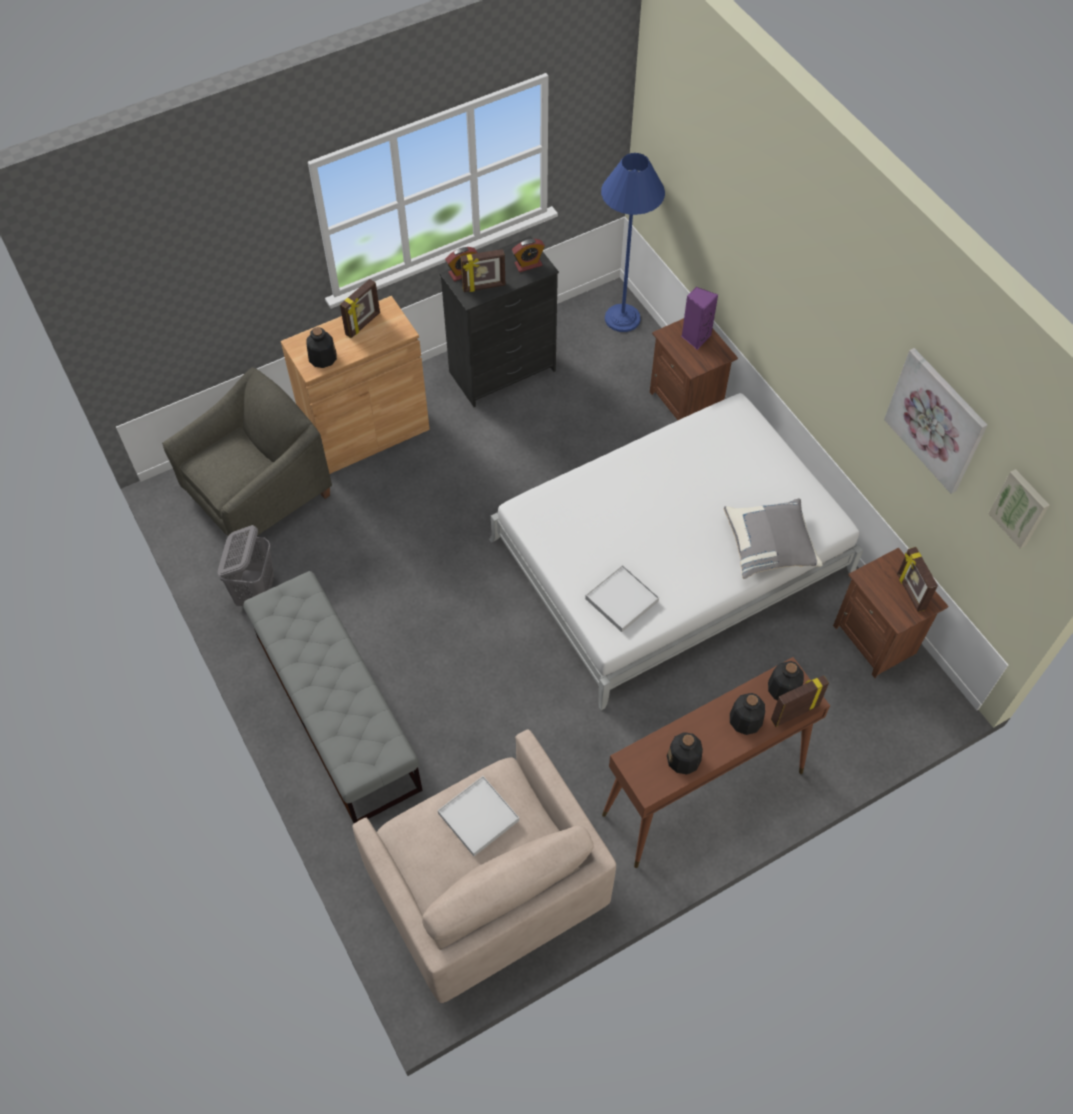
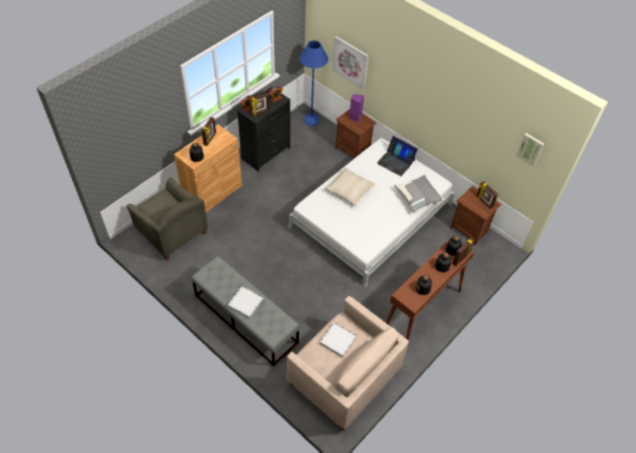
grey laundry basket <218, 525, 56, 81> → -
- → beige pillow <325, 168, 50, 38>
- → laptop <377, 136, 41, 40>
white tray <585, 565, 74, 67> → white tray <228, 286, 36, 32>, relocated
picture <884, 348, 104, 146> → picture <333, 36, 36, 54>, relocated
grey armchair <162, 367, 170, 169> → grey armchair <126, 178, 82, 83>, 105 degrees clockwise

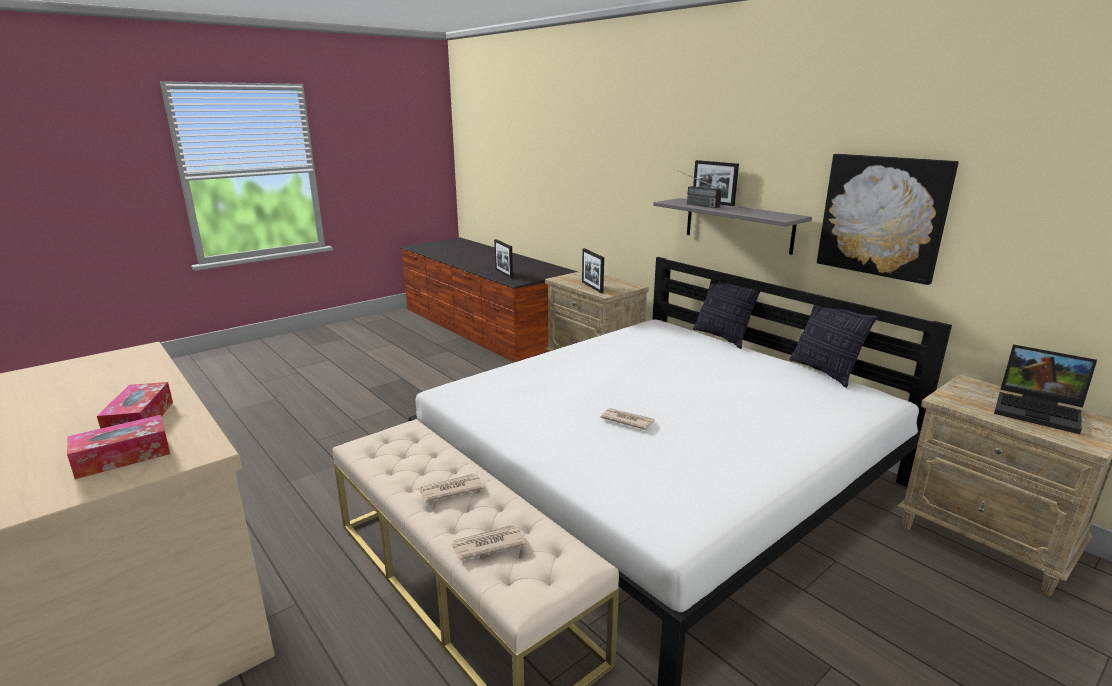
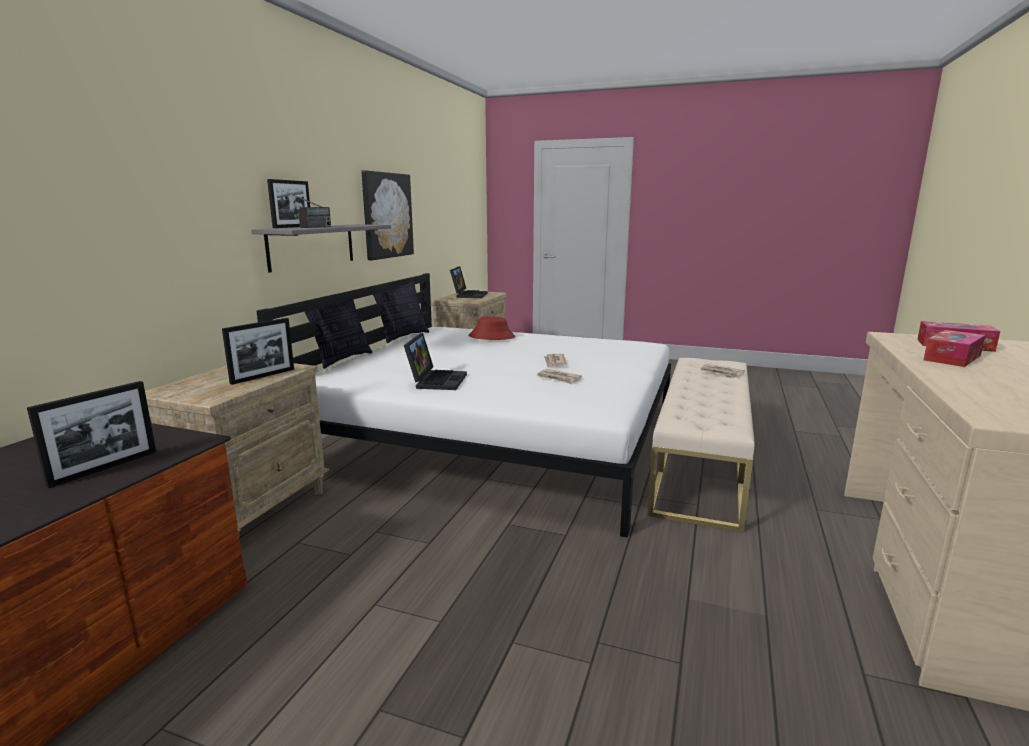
- → laptop <404, 333, 63, 57>
- → red hat <468, 317, 47, 23>
newspaper <419, 474, 65, 28> → newspaper <537, 369, 45, 16>, relocated

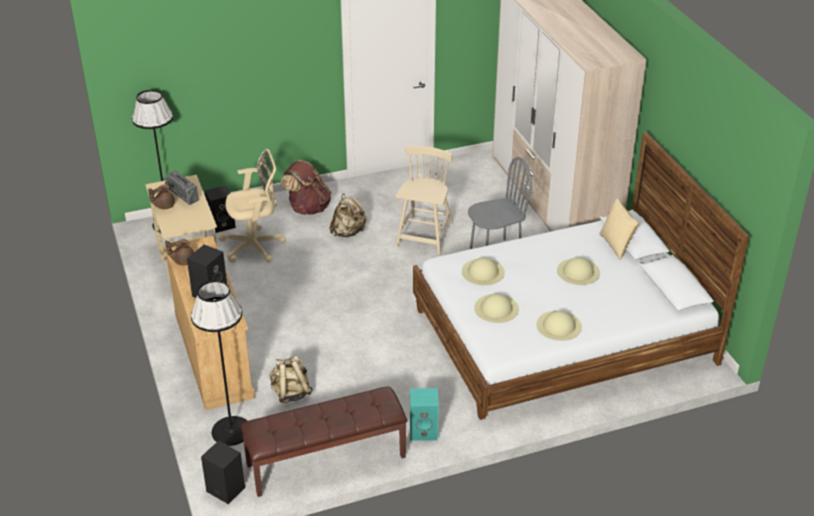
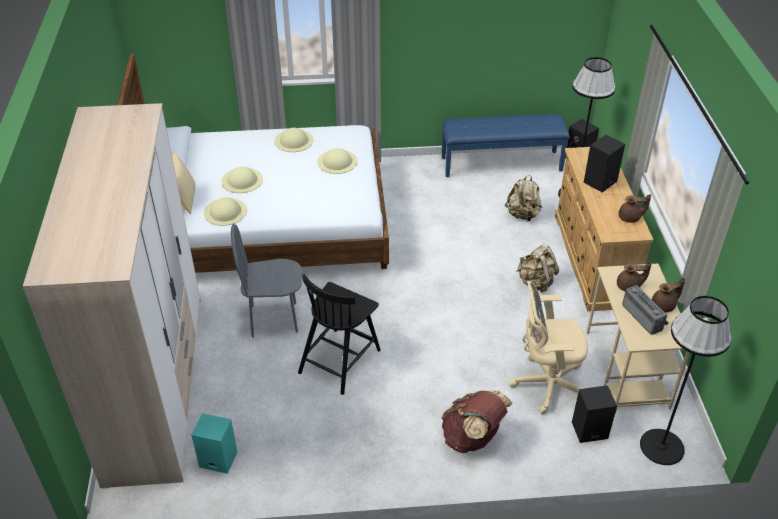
- → brown teapot <617, 262, 35, 29>
beige backpack <329, 193, 38, 44> → beige backpack <516, 244, 43, 49>, relocated
turquoise speaker <410, 388, 29, 53> → turquoise speaker <191, 413, 46, 61>, relocated
beige hat <462, 258, 43, 27> → beige hat <204, 197, 43, 29>, relocated
brown bench <241, 386, 166, 111> → blue bench <442, 114, 128, 63>
beige chair <395, 146, 58, 109> → black chair <298, 274, 83, 121>

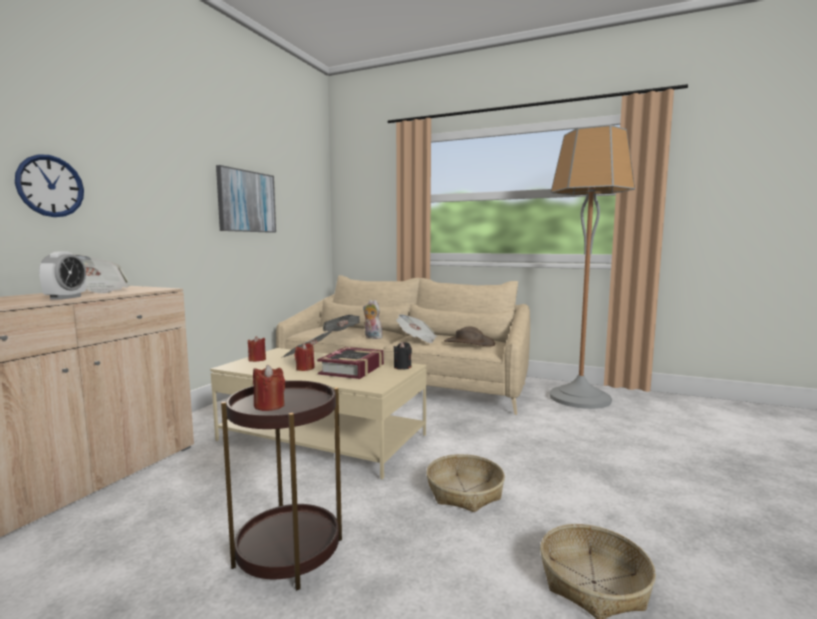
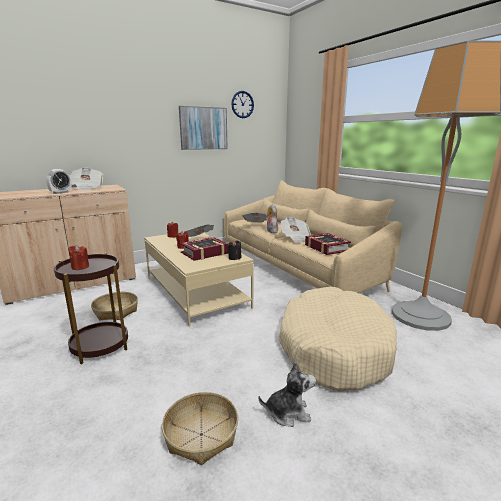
- → plush toy <259, 362, 57, 65>
- → beige dog bed <278, 287, 119, 105>
wall clock <15, 155, 69, 62> → wall clock <231, 91, 23, 27>, relocated
basket <426, 454, 79, 58> → basket <91, 292, 47, 29>, relocated
brown hat <444, 327, 51, 19> → book <305, 233, 46, 22>

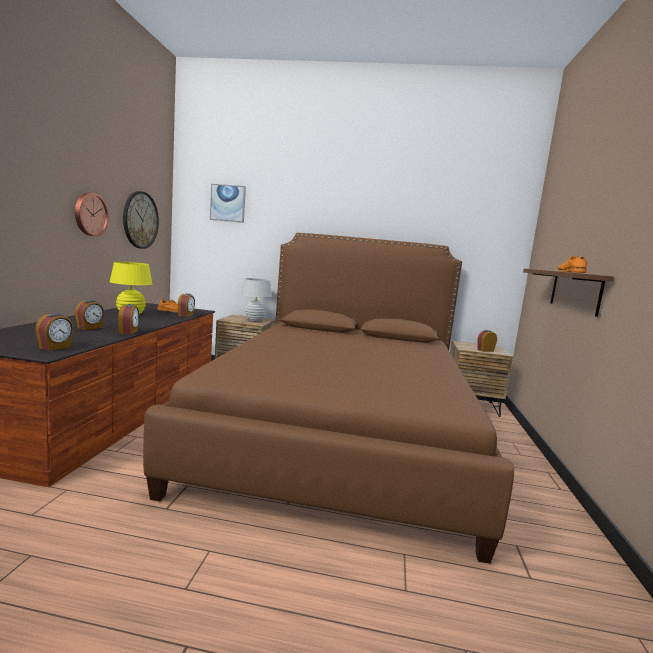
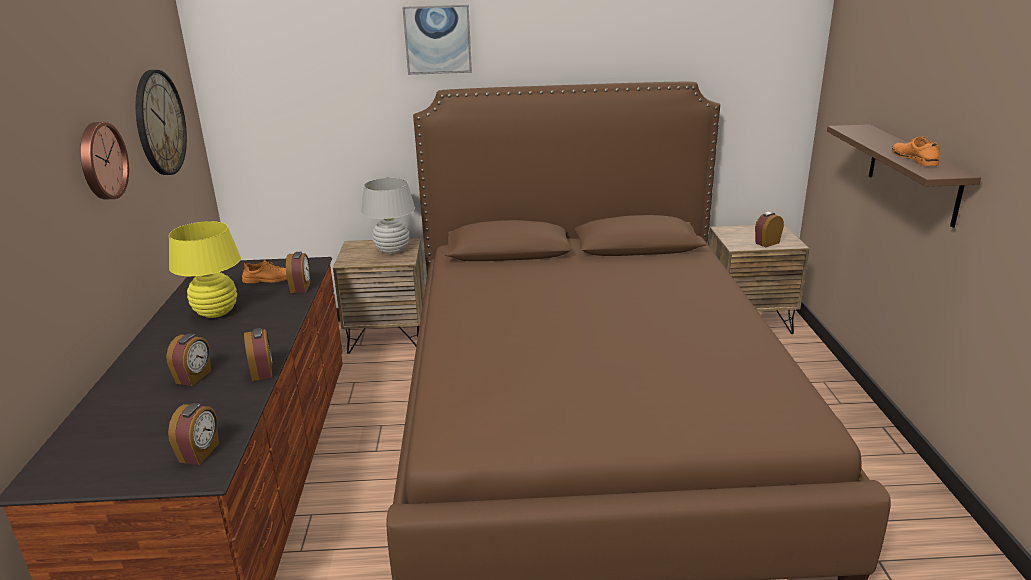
picture <210, 184, 36, 39> → picture <402, 5, 70, 70>, relocated

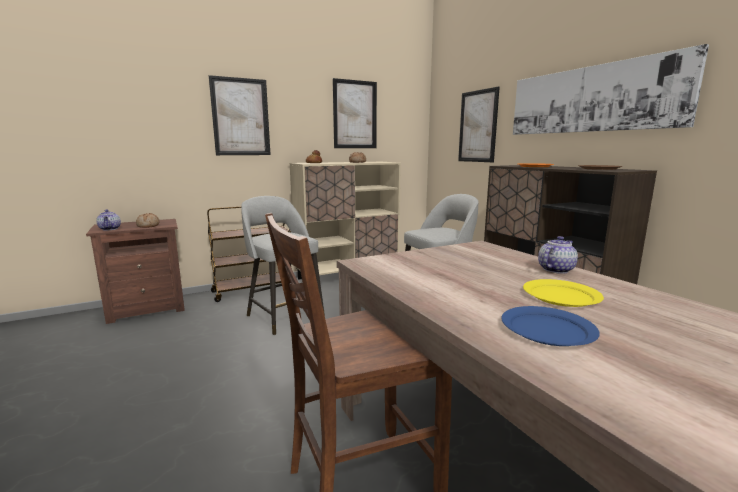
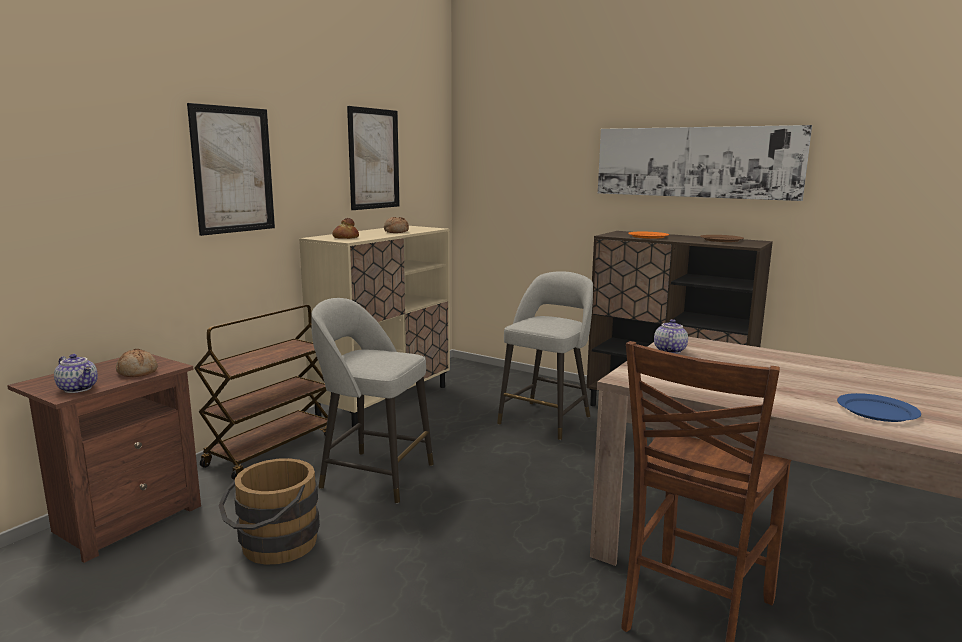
picture <458, 87, 42, 75> → -
yellow plate <523, 279, 81, 28> → -
- → brown bucket <218, 458, 102, 107>
teapot <538, 236, 40, 38> → teapot <654, 319, 34, 35>, relocated

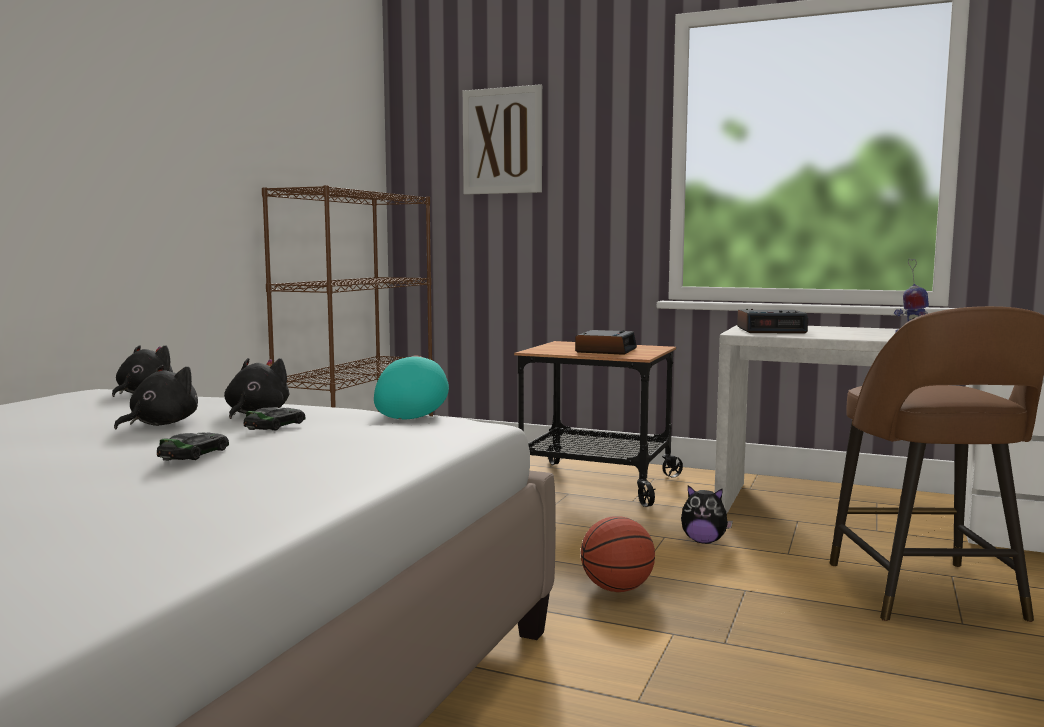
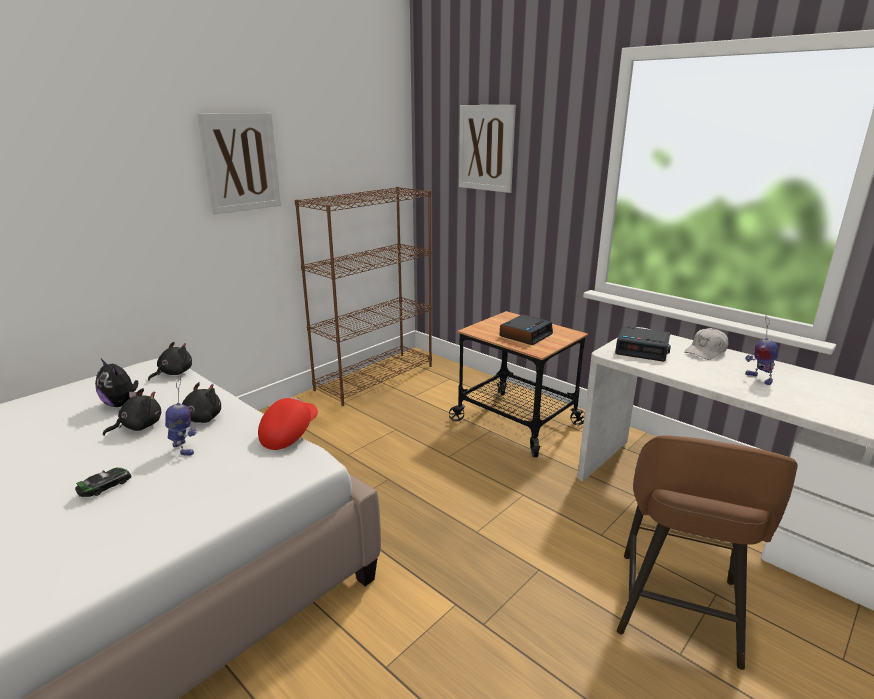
basketball <580, 516, 75, 76> → -
- → picture <197, 113, 84, 101>
- → white cap <684, 328, 45, 32>
plush toy <681, 485, 52, 59> → plush toy <95, 359, 43, 48>, relocated
toy car <244, 407, 62, 23> → toy robot <165, 377, 31, 79>
turquoise cap <374, 356, 75, 63> → red cap <258, 397, 60, 53>

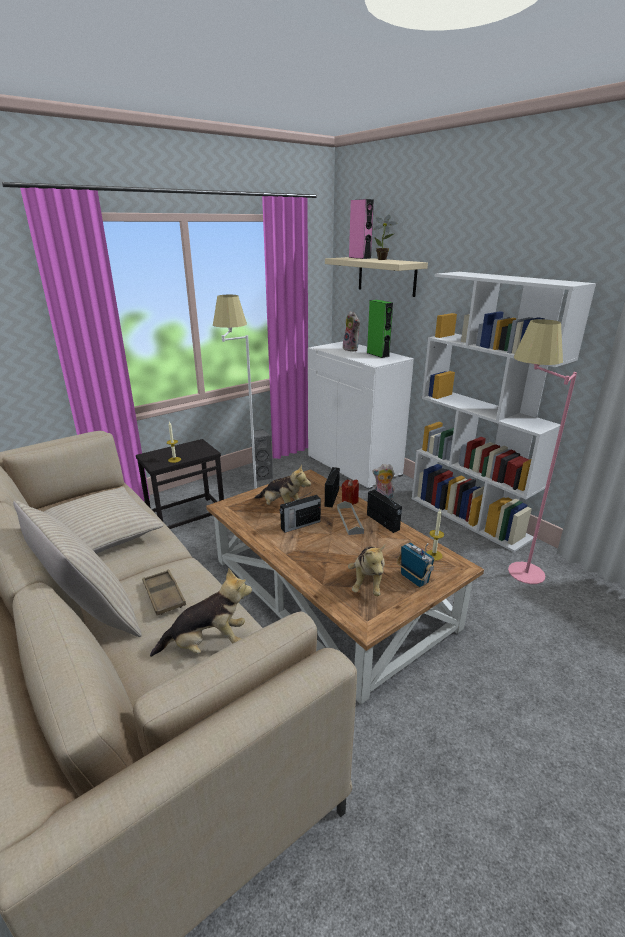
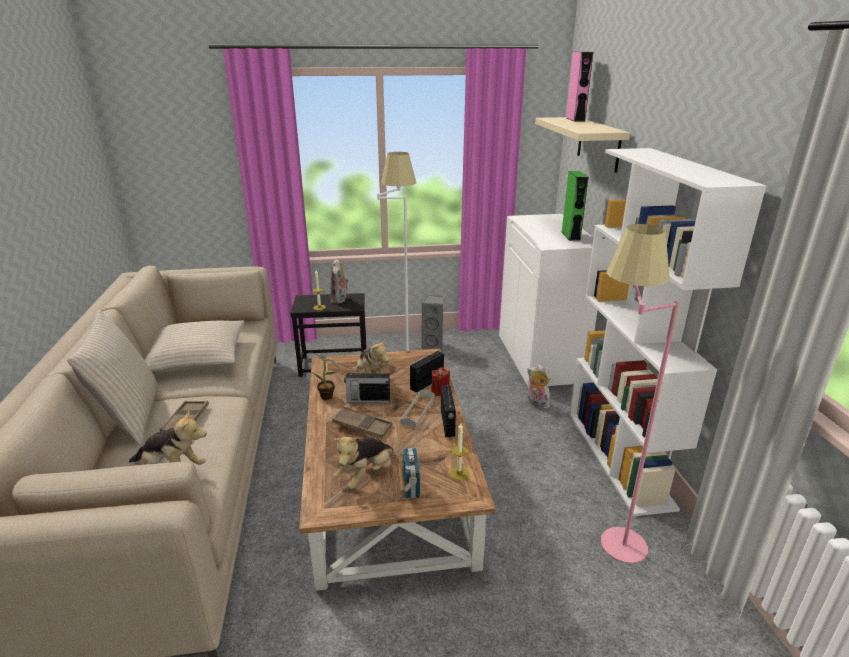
- → brown tray <332, 407, 60, 32>
plush toy <343, 311, 17, 40> → plush toy <330, 259, 19, 45>, relocated
potted plant <374, 215, 24, 45> → potted plant <310, 352, 28, 48>, relocated

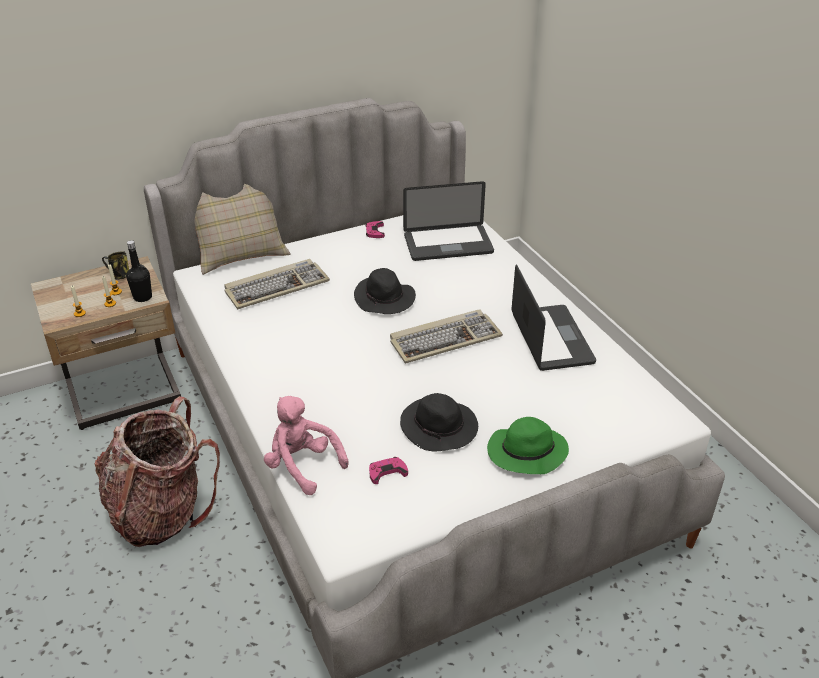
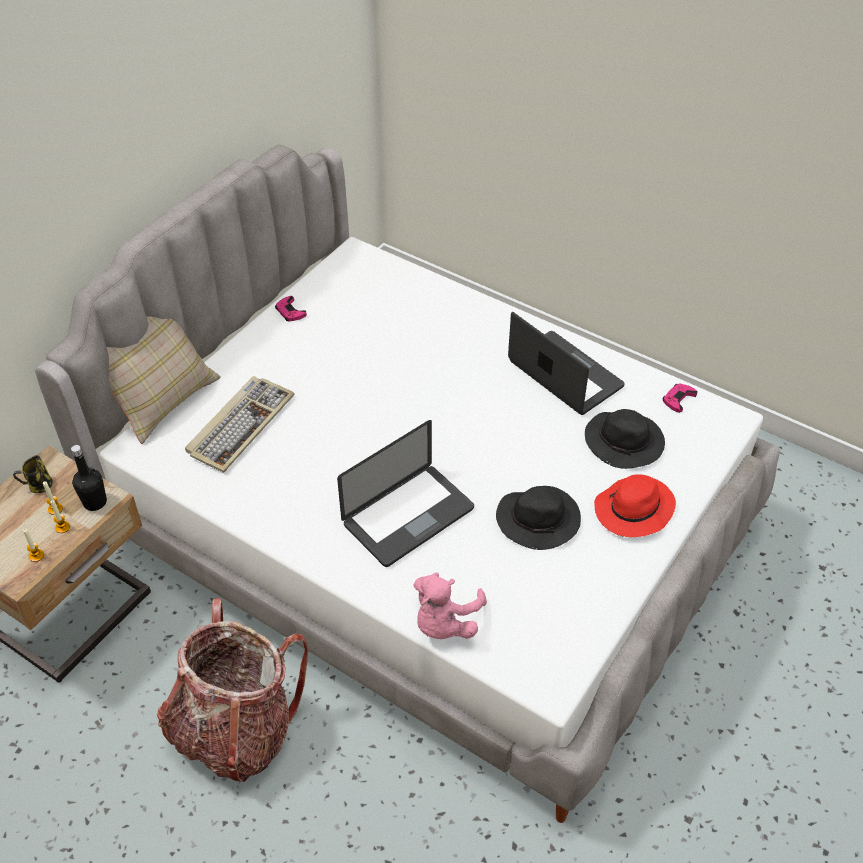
keyboard <390, 309, 113, 55> → -
black hat <354, 268, 62, 46> → black hat <585, 409, 80, 60>, relocated
pink game controller <369, 457, 39, 27> → pink game controller <663, 383, 35, 30>, relocated
laptop <403, 181, 91, 80> → laptop <337, 420, 137, 147>, relocated
green hat <487, 417, 82, 57> → red hat <594, 474, 82, 63>
pink plush toy <264, 396, 85, 99> → pink plush toy <413, 572, 74, 67>, 75 degrees counterclockwise

